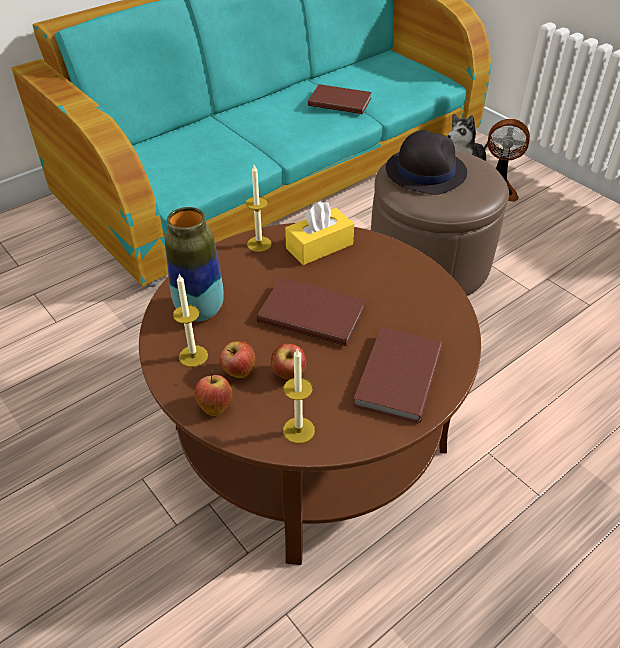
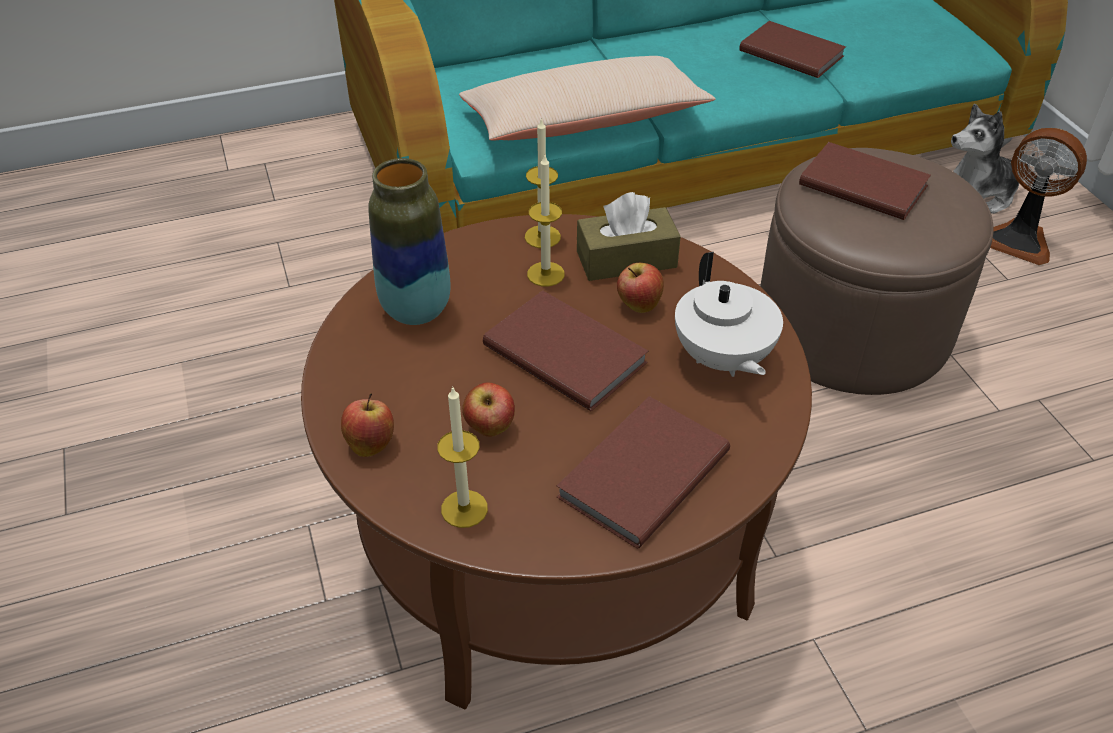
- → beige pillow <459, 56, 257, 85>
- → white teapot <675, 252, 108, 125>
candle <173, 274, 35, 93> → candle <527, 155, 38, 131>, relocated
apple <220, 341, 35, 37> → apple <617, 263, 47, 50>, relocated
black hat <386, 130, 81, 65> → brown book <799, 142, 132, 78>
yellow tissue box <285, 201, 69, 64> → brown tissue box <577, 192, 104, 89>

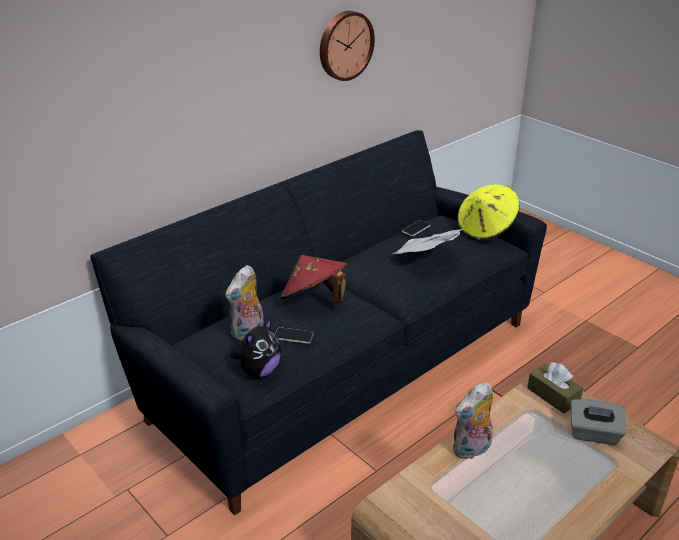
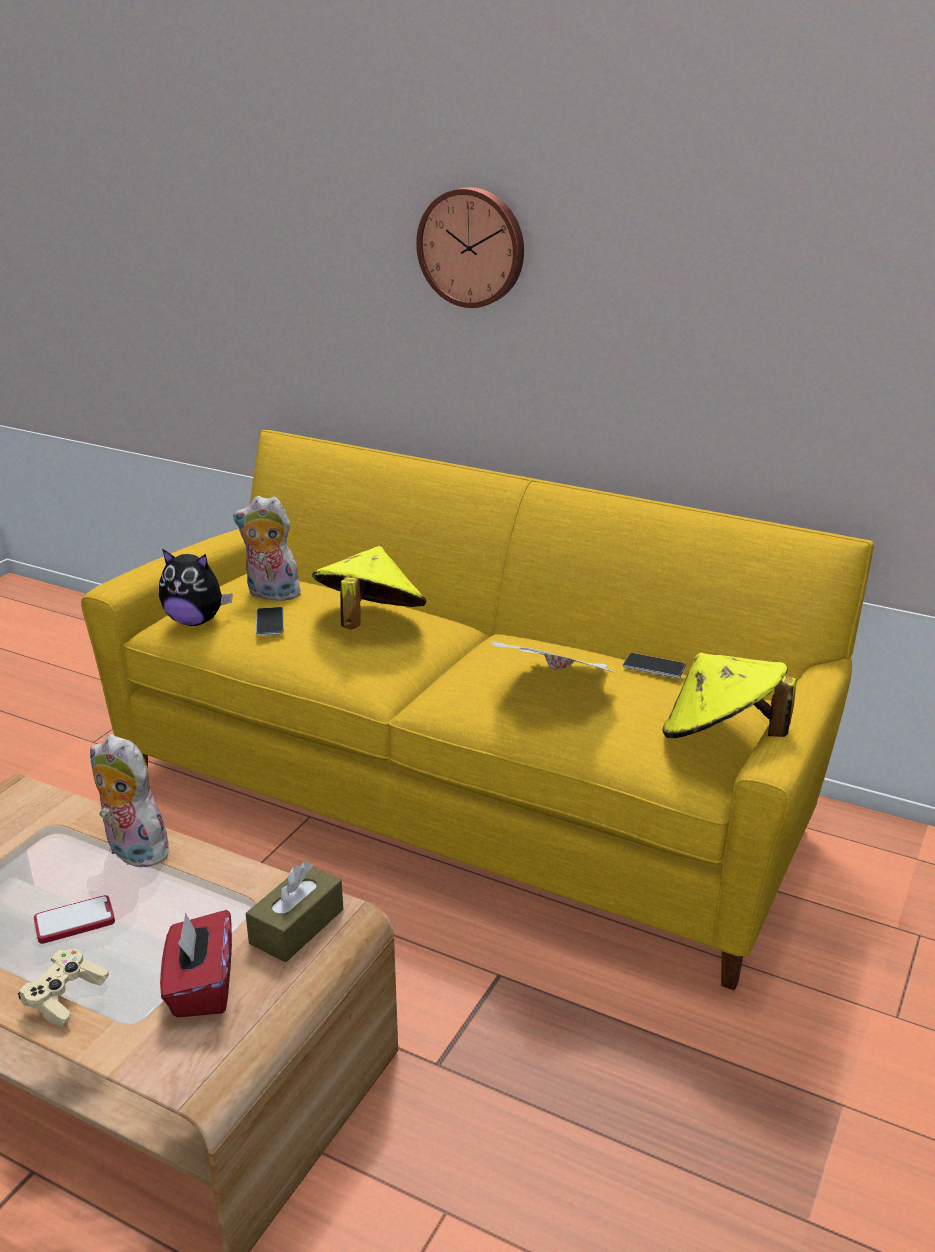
- → beige game controller <18, 949, 91, 78>
- → phone <34, 895, 81, 49>
wall clock <320, 11, 55, 70> → wall clock <416, 187, 108, 121>, relocated
black sofa <90, 130, 457, 385> → yellow sofa <81, 430, 793, 560>
red hat <281, 255, 67, 48> → yellow hat <312, 546, 114, 83>
grey tissue box <571, 399, 55, 46> → red tissue box <160, 910, 72, 108>

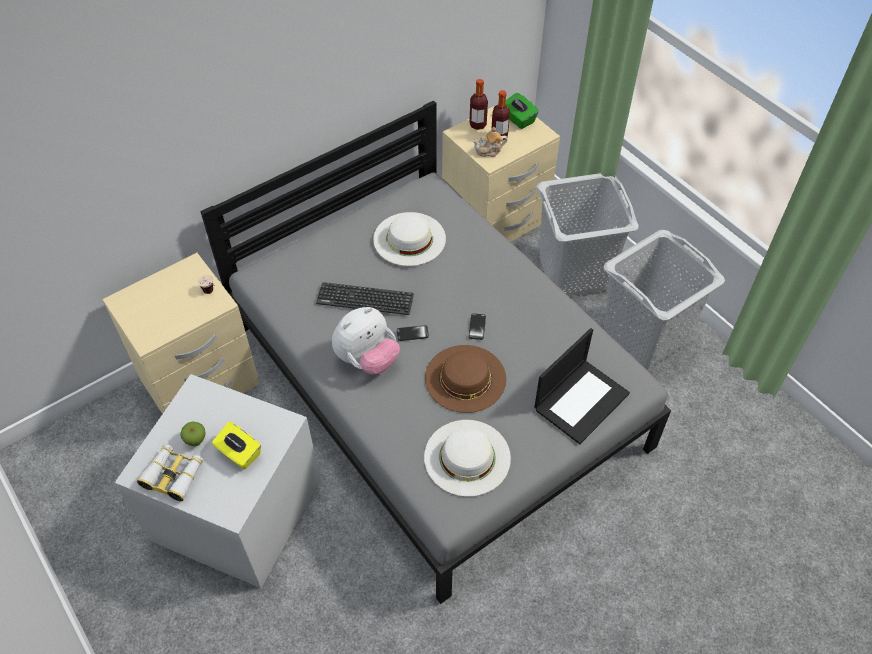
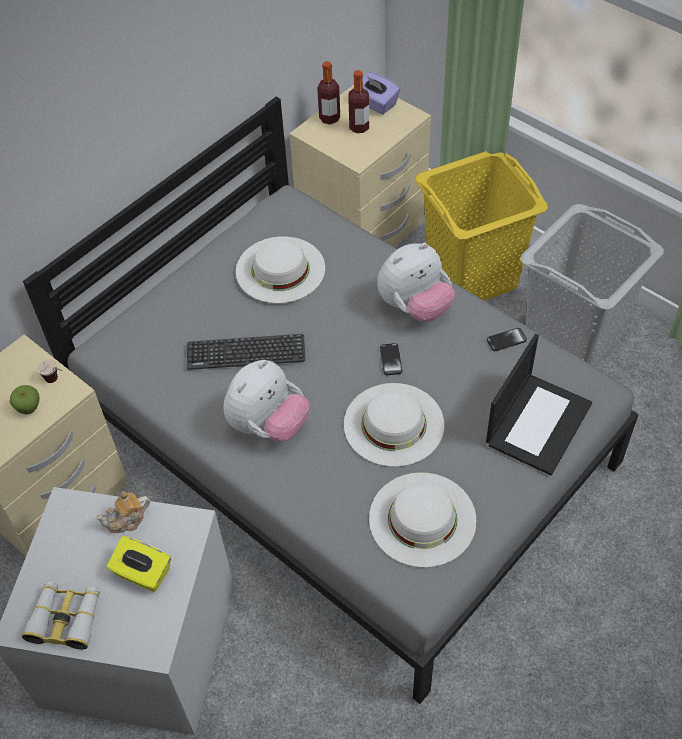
- → plush toy <377, 243, 78, 79>
apple <180, 422, 25, 24> → apple <10, 385, 29, 29>, relocated
phone <397, 325, 32, 16> → phone <487, 328, 40, 23>, relocated
teapot <473, 127, 34, 30> → teapot <95, 491, 55, 42>, relocated
brown hat <425, 345, 81, 68> → white hat <344, 383, 100, 84>
green tissue box <506, 93, 33, 36> → purple tissue box <353, 72, 47, 42>
grey laundry basket <537, 173, 102, 123> → yellow laundry basket <416, 151, 132, 150>

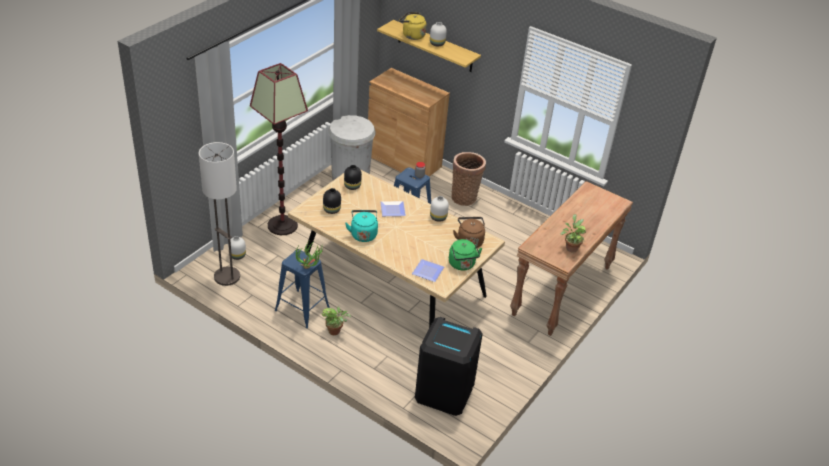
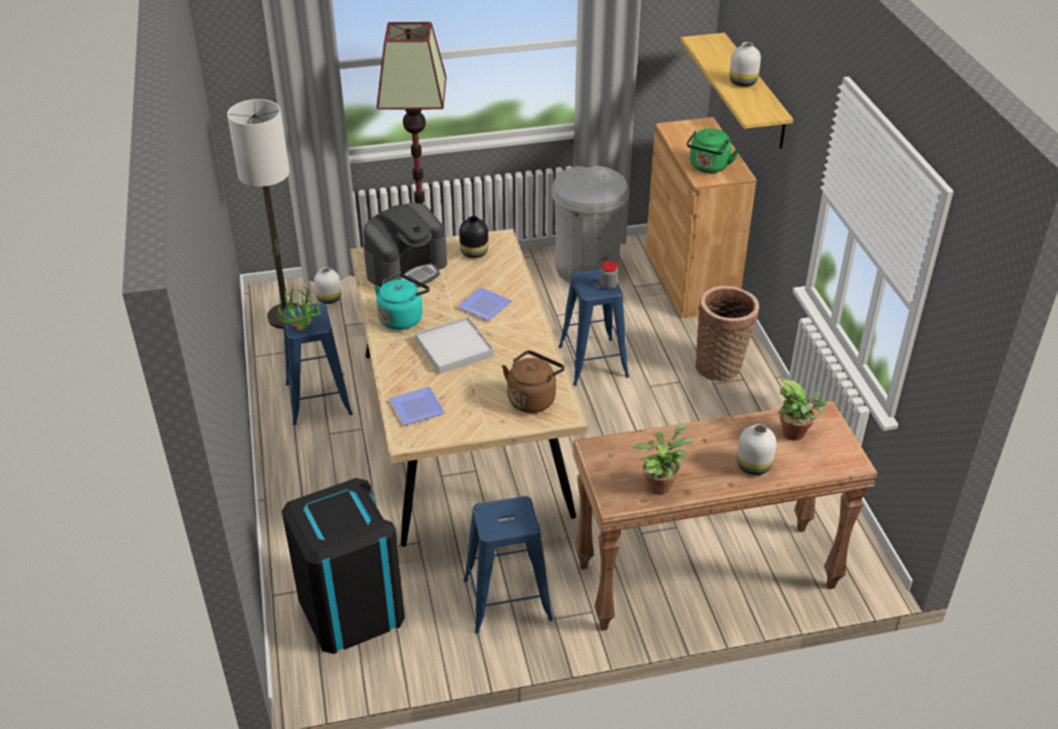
yellow kettle <399, 12, 27, 28> → -
- → white tray <415, 317, 79, 57>
- → blue stool <463, 496, 90, 138>
potted plant <321, 307, 30, 28> → potted plant <777, 379, 50, 62>, relocated
white vase <430, 196, 19, 26> → white vase <737, 424, 39, 51>, relocated
green kettle <449, 239, 33, 31> → green kettle <687, 129, 52, 44>, relocated
black vase <323, 188, 18, 26> → coffee machine <363, 203, 84, 85>

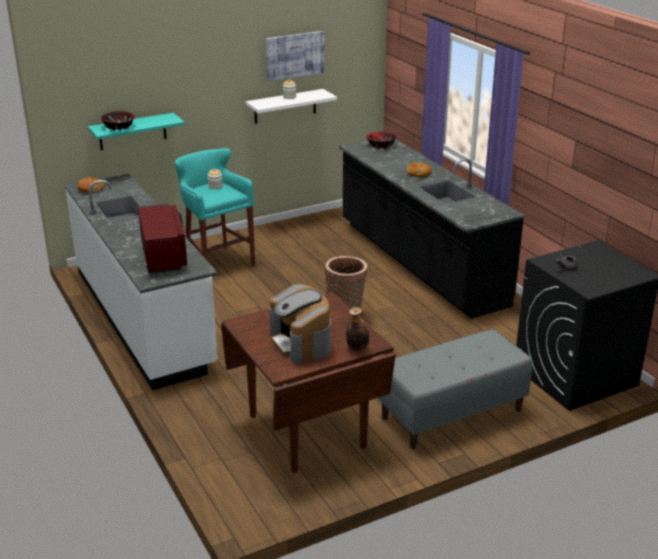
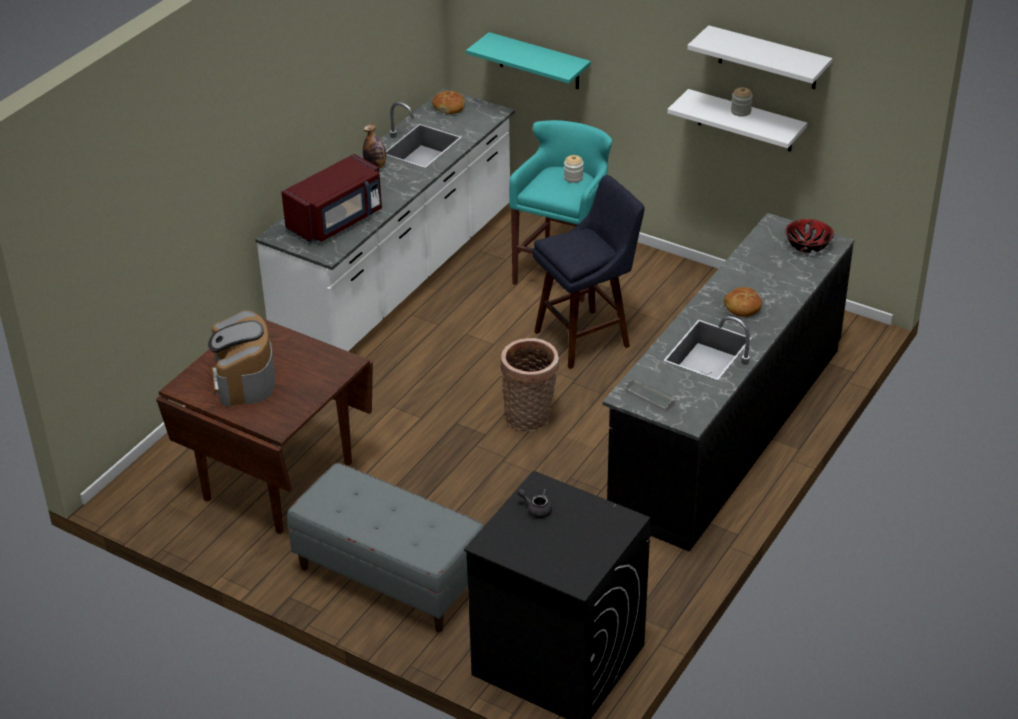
bowl <101, 111, 34, 19> → -
- → blue stool <532, 175, 113, 194>
bottle <346, 307, 24, 45> → bottle <363, 124, 23, 45>, relocated
picture <266, 31, 59, 50> → white shelf <687, 25, 145, 64>
coffee machine <269, 284, 62, 80> → coffee machine <208, 310, 68, 96>, 45 degrees counterclockwise

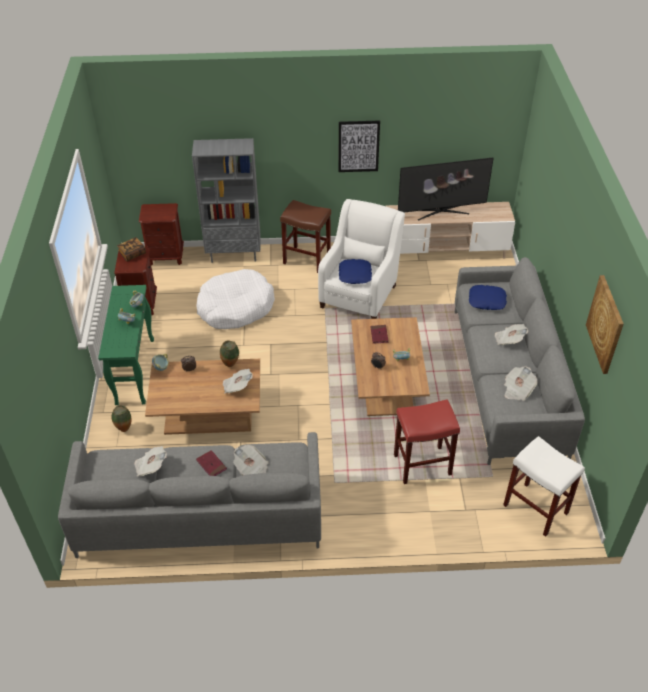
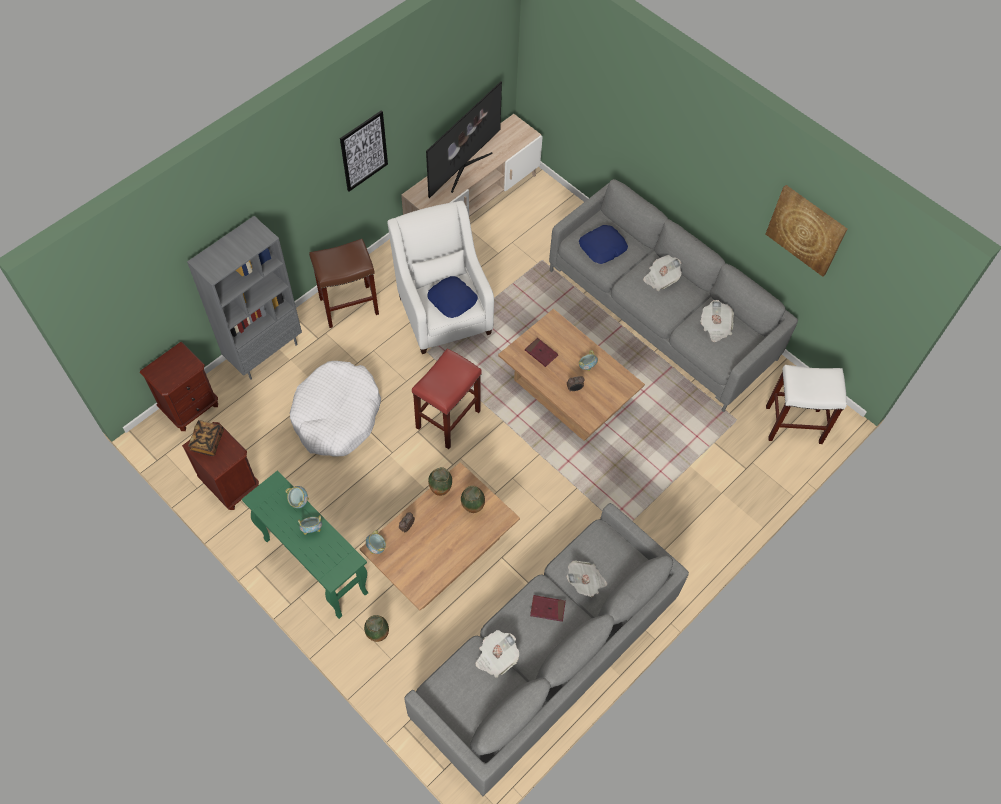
red stool <394, 399, 66, 85> → red stool <412, 348, 70, 101>, relocated
newspaper <223, 369, 30, 25> → vase <461, 485, 24, 28>

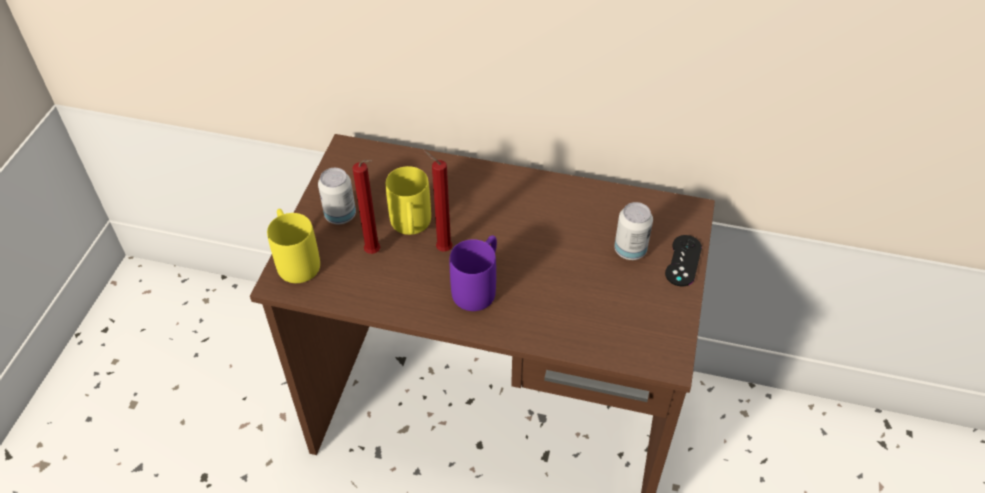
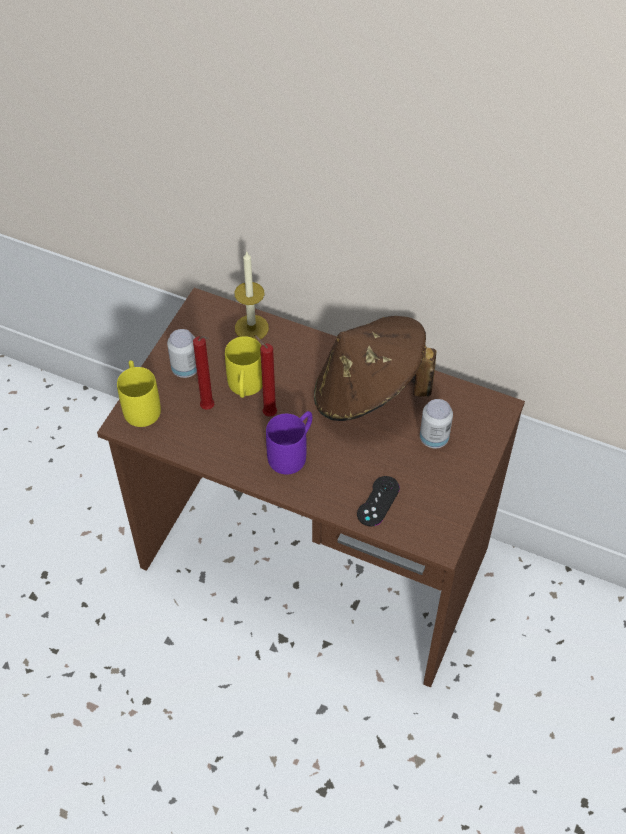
- → candle <235, 251, 34, 89>
- → brown hat <314, 316, 122, 105>
black game controller <665, 235, 37, 51> → black game controller <357, 476, 43, 50>, relocated

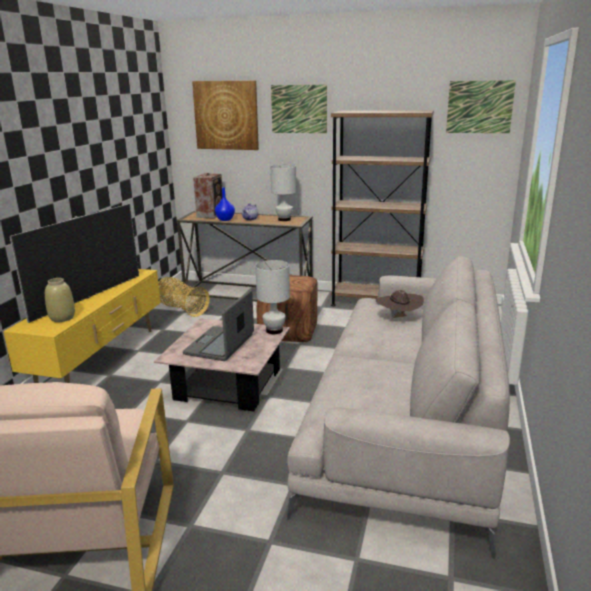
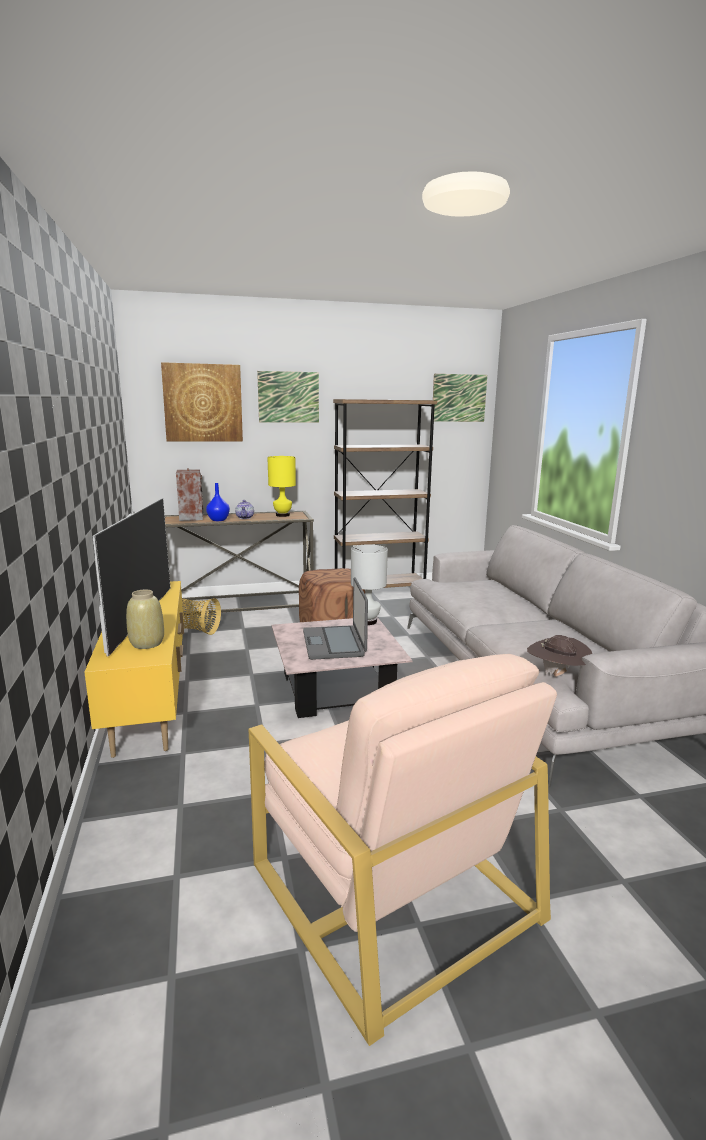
brown hat <376, 290, 48, 28> → brown hat <527, 635, 65, 42>, relocated
white table lamp <270, 164, 26, 57> → yellow table lamp <267, 456, 29, 61>

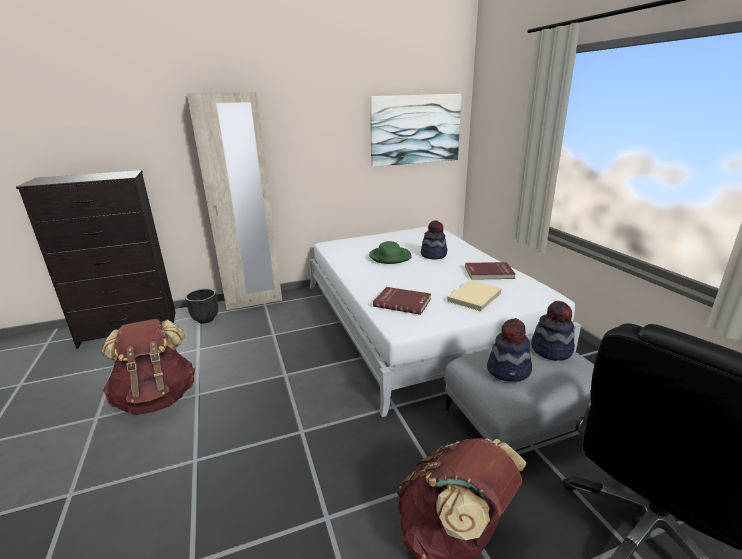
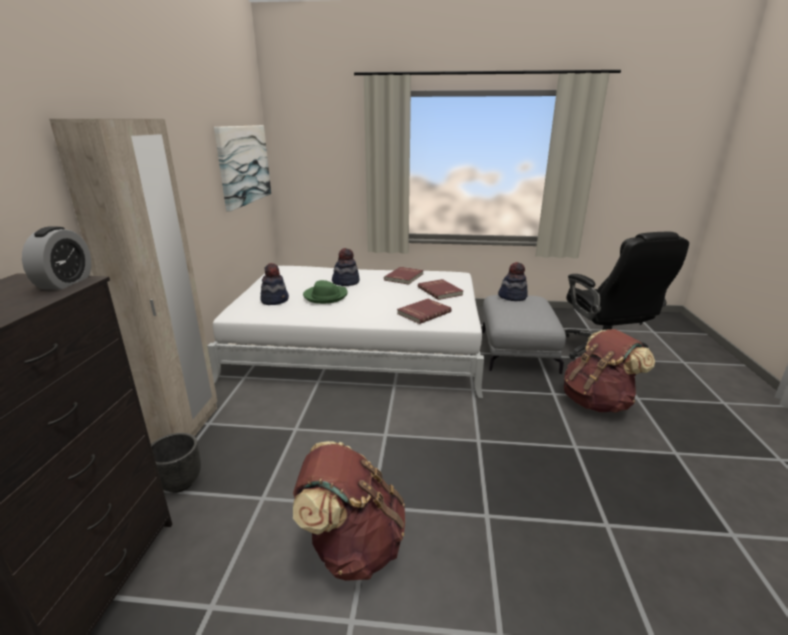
- → alarm clock <22, 227, 69, 63>
hat <487, 318, 45, 64> → hat <260, 263, 29, 42>, relocated
beige book <447, 281, 55, 31> → red book <418, 279, 45, 21>

